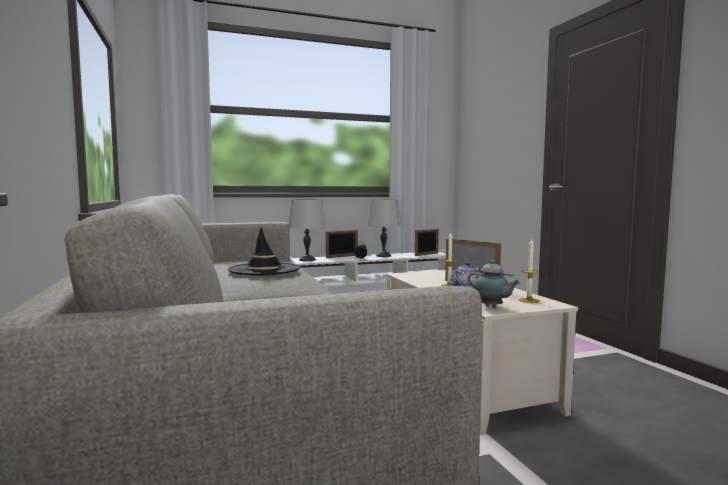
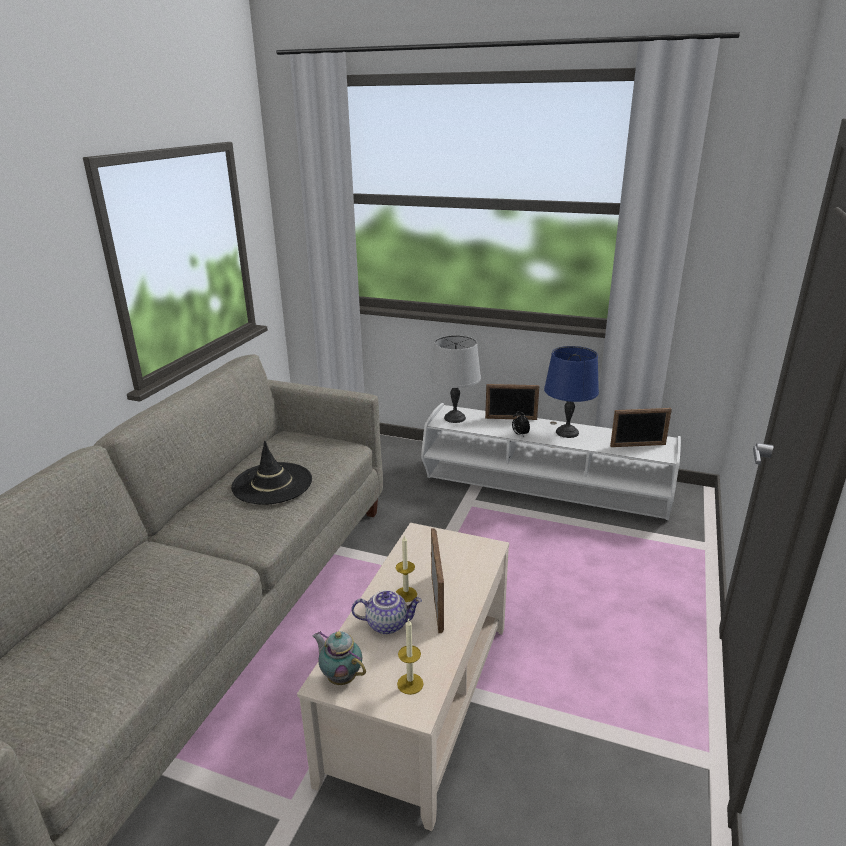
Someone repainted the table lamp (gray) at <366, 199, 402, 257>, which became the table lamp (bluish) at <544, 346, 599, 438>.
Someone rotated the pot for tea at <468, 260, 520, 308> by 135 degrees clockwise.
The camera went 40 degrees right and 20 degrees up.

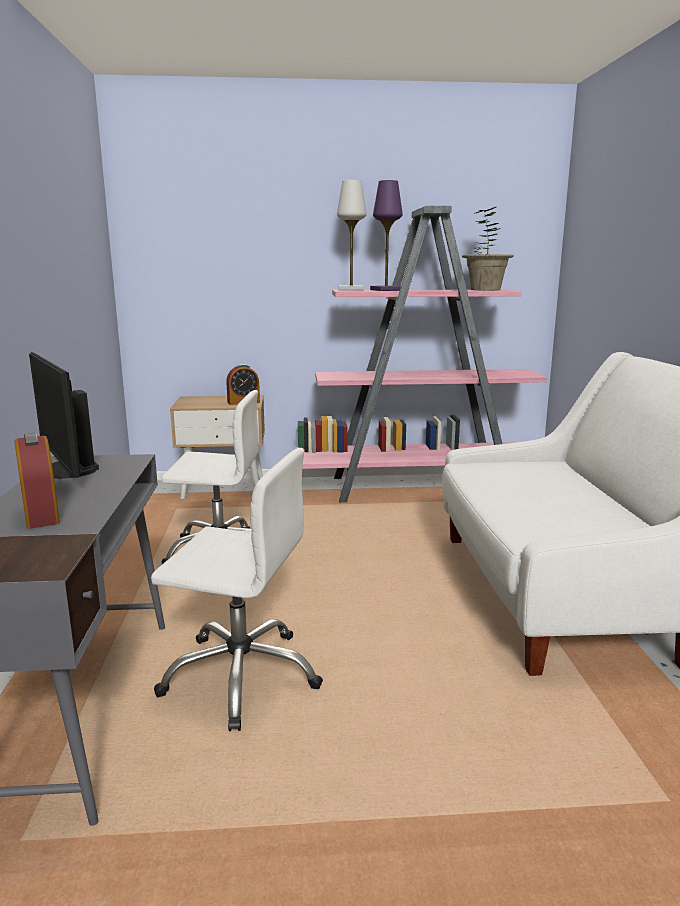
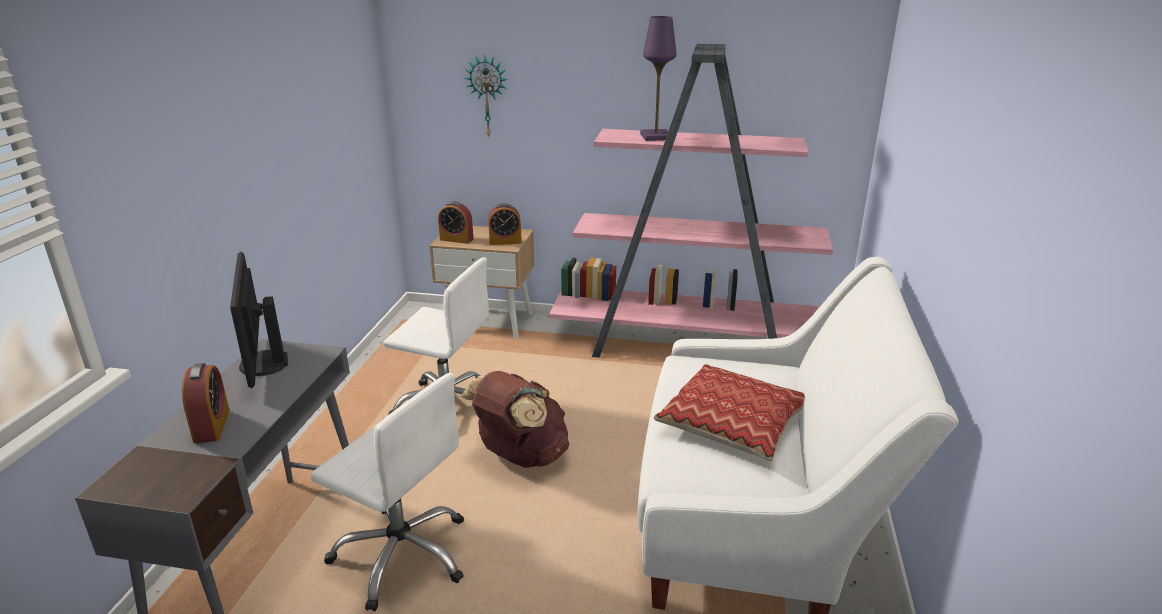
Someone took away the table lamp (whitish) at <337, 180, 366, 290>.
Someone took away the potted plant at <462, 207, 514, 291>.
Someone put down the alarm clock at <438, 201, 473, 244>.
Someone put down the backpack (brown) at <460, 371, 569, 468>.
Someone put up the hanging clock at <465, 55, 508, 137>.
Someone put down the cushion at <654, 364, 805, 461>.
The camera went 15 degrees right and 10 degrees up.

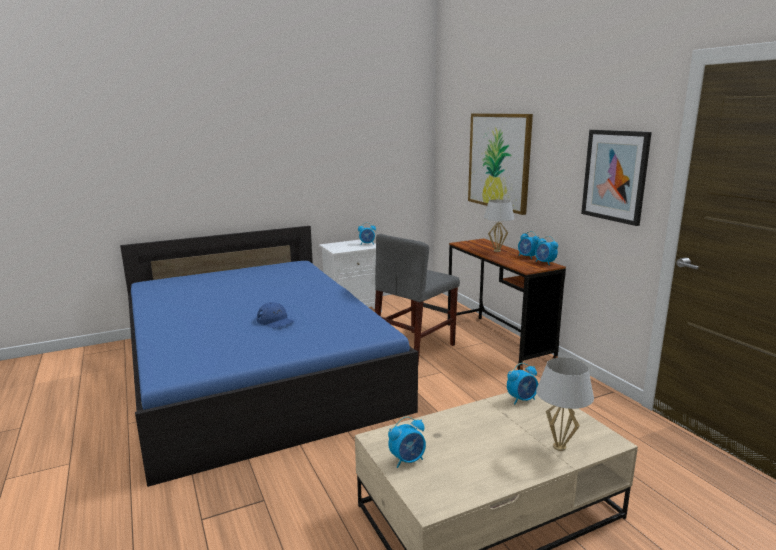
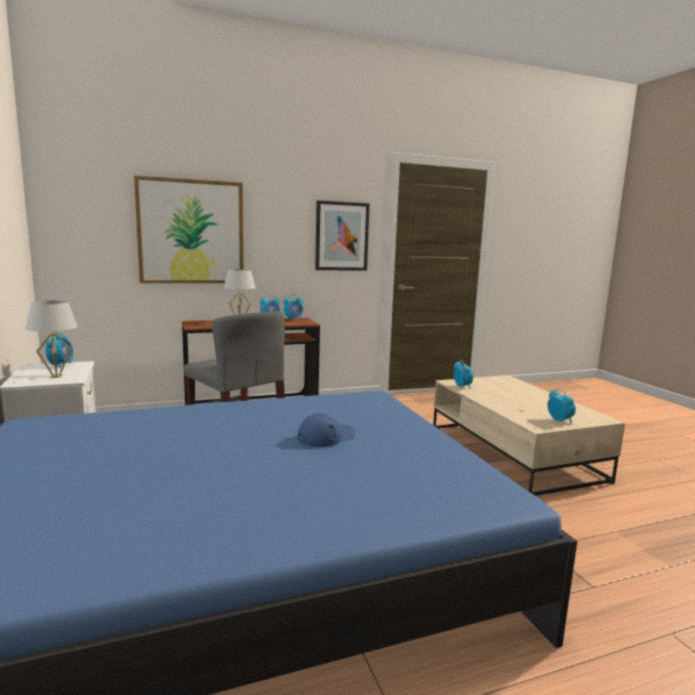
Someone carried the table lamp (whitish) from <536, 357, 594, 451> to <25, 300, 78, 378>.
The camera went 85 degrees left and 5 degrees down.

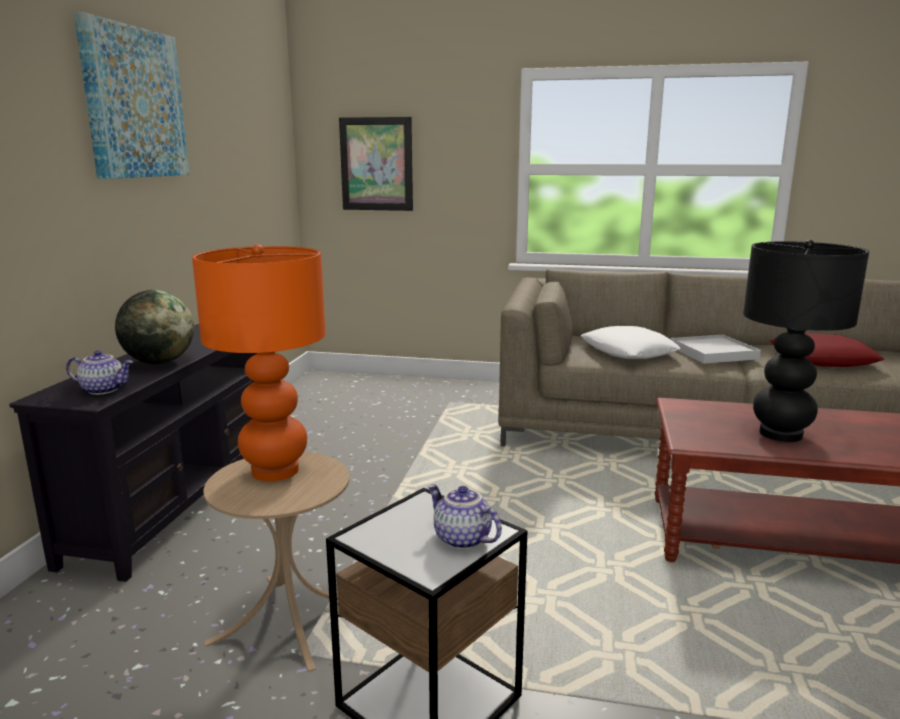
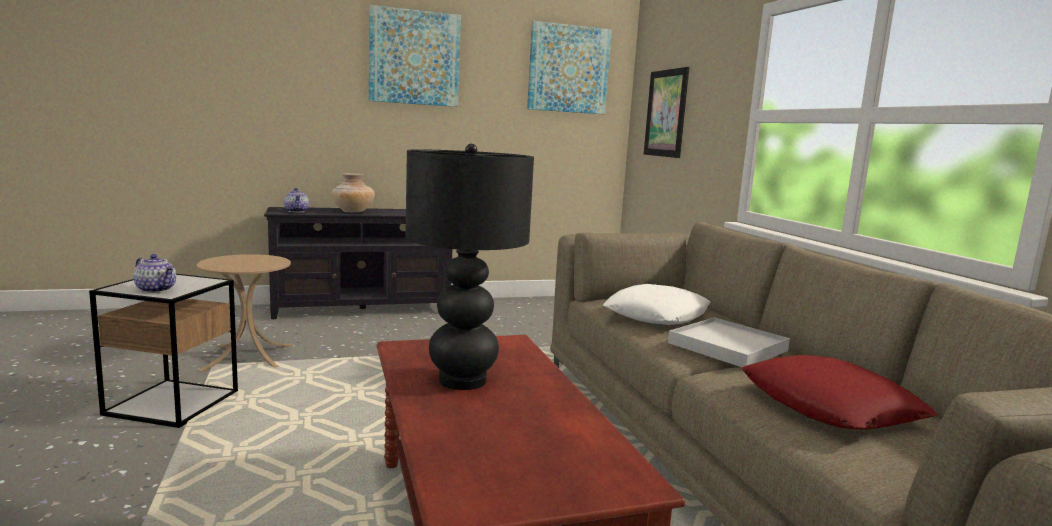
Someone swapped the world globe at <115, 290, 194, 364> for the flower vase (beige-coloured) at <331, 173, 375, 212>.
Someone took away the table lamp (orange) at <192, 245, 326, 481>.
Someone rotated the pot for tea at <428, 484, 502, 549> by 105 degrees clockwise.
Someone put up the picture at <527, 21, 612, 114>.
The camera went 60 degrees right and 5 degrees down.

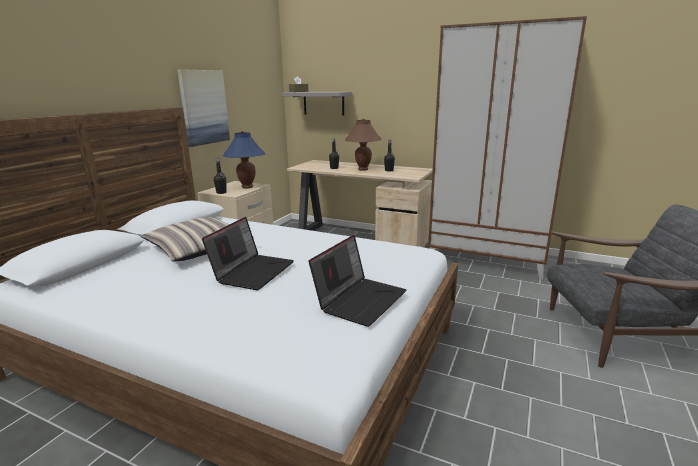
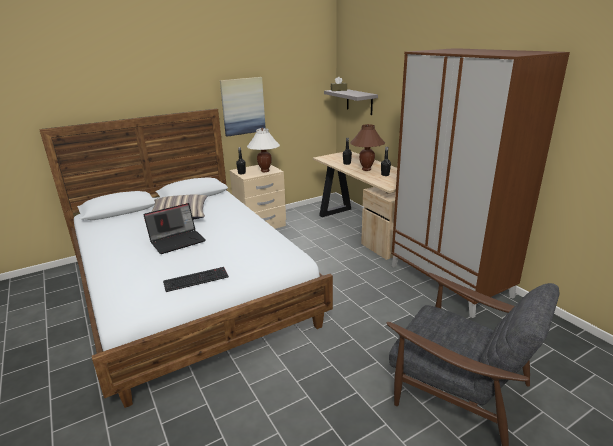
Someone repainted the table lamp (bluish) at <223, 131, 266, 188>, which became the table lamp (whitish) at <247, 128, 280, 172>.
Someone swapped the notebook computer at <308, 235, 406, 327> for the keyboard at <163, 267, 229, 292>.
The camera went 35 degrees right and 5 degrees up.

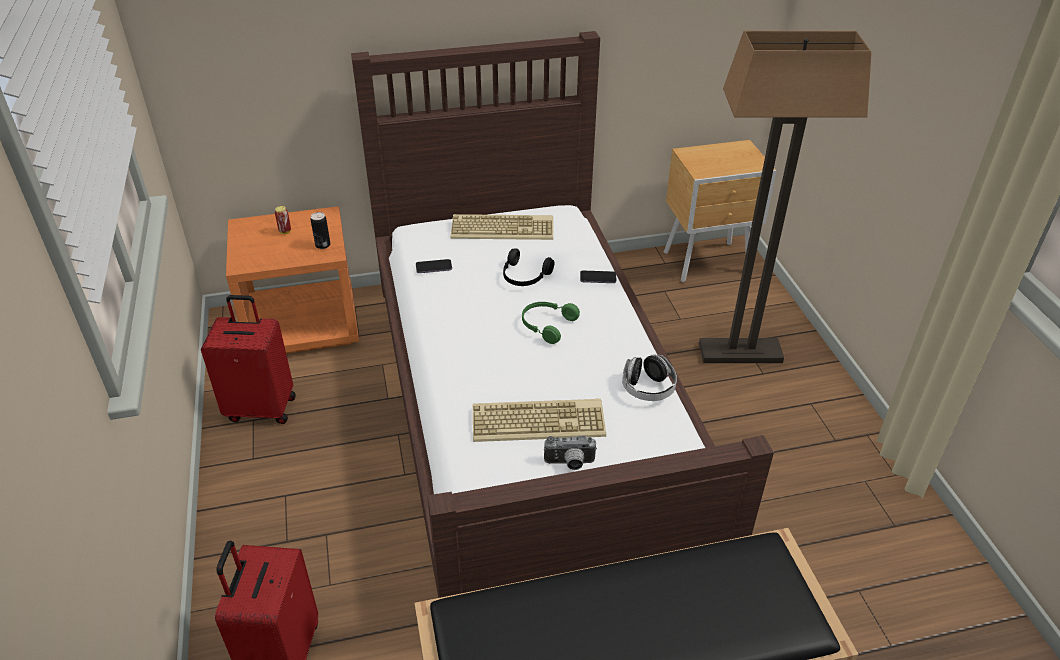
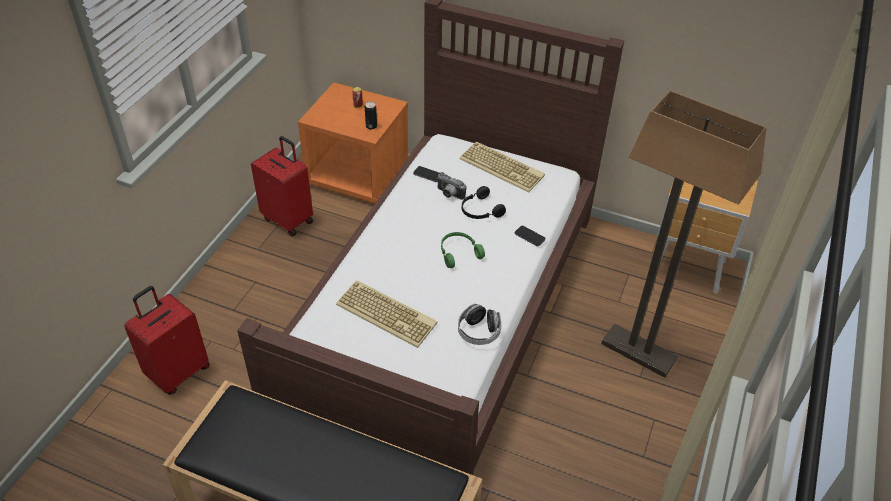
Someone carried the photo camera from <544, 436, 597, 470> to <437, 172, 466, 200>.
The camera went 35 degrees right and 5 degrees up.

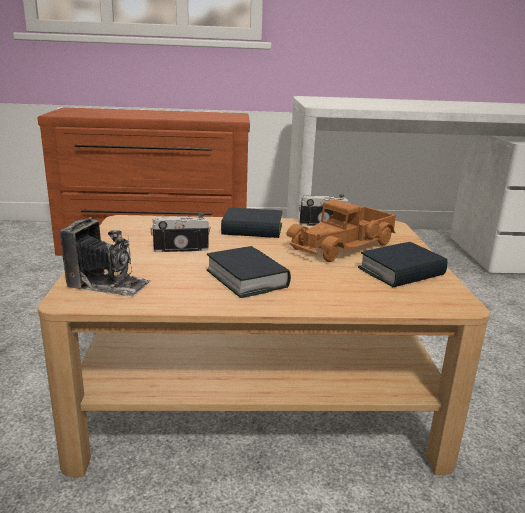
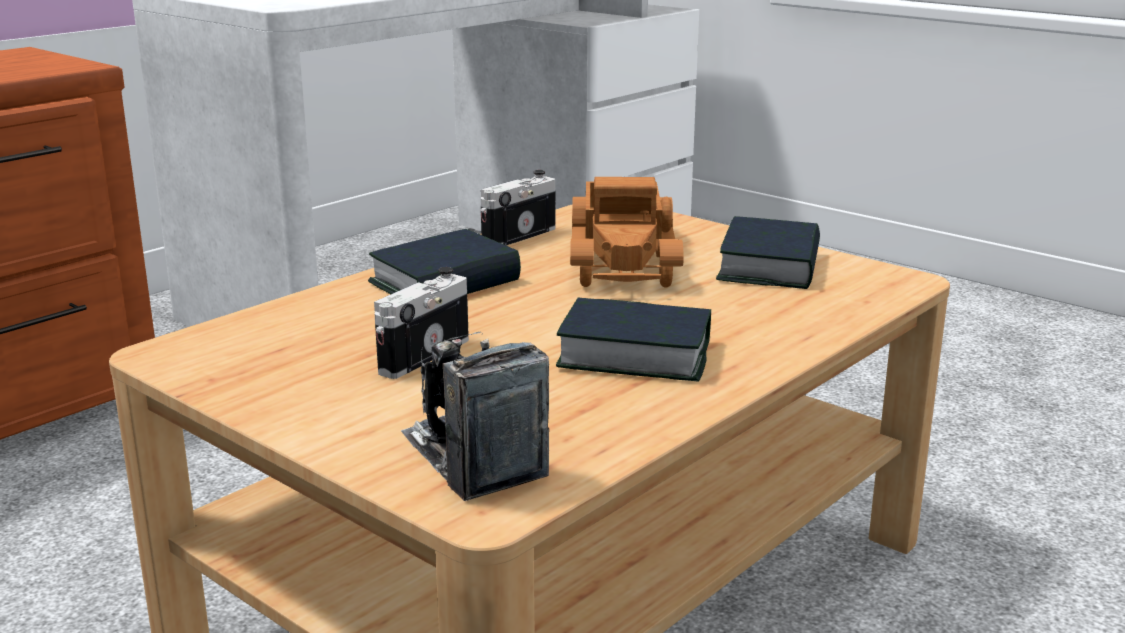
Someone rotated the photo camera at <60, 217, 151, 297> by 90 degrees counterclockwise.
The camera went 45 degrees left and 0 degrees up.

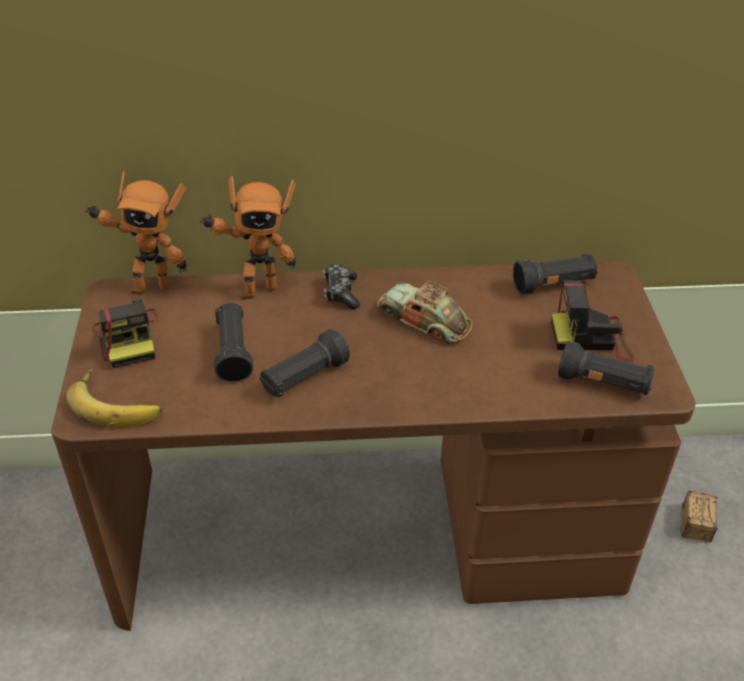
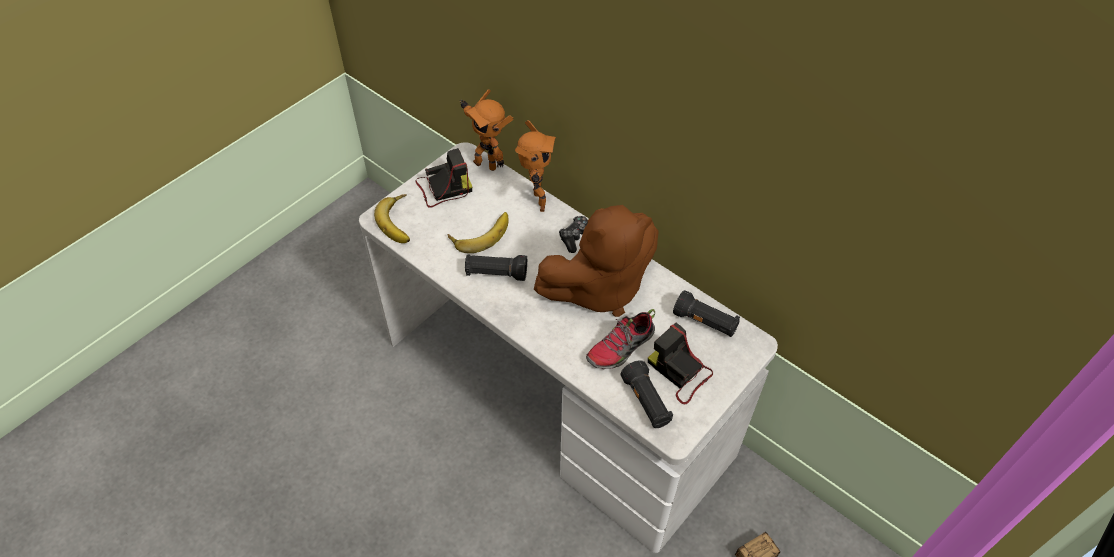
Someone repainted the desk unit (brown) at <51, 260, 696, 631>, which became the desk unit (whitish) at <359, 142, 778, 553>.
Someone rotated the photo camera at <94, 298, 158, 368> by 135 degrees counterclockwise.
Someone rotated the robot figure at <199, 176, 296, 299> by 120 degrees counterclockwise.
Someone swapped the torch (black-coloured) at <214, 303, 253, 383> for the whole banana at <448, 212, 509, 253>.
Someone swapped the miniature car at <377, 281, 473, 344> for the cuddly toy (brown) at <534, 205, 659, 317>.
Someone put down the shoe at <586, 309, 655, 369>.
The camera went 45 degrees right and 10 degrees up.

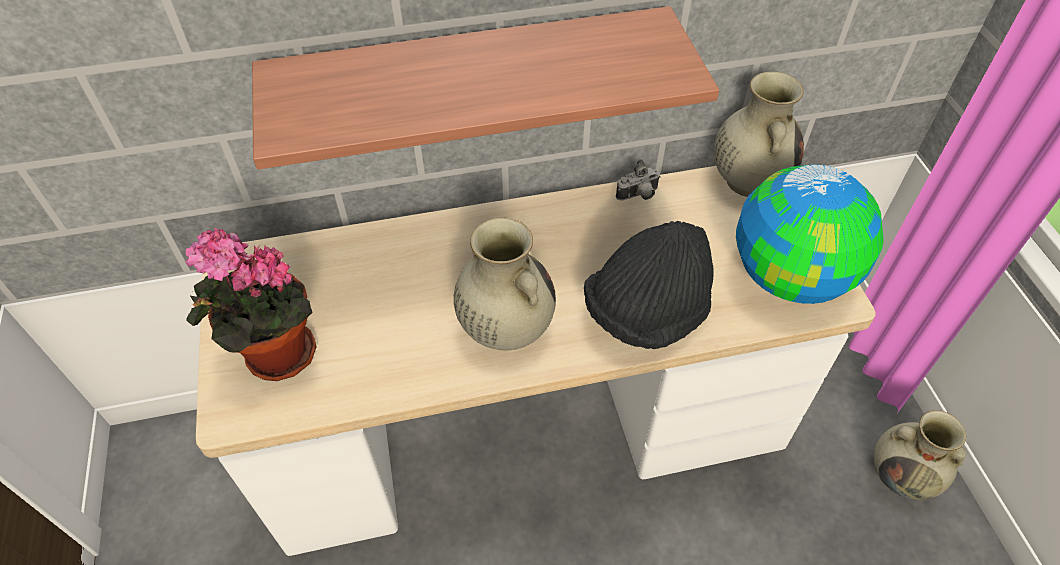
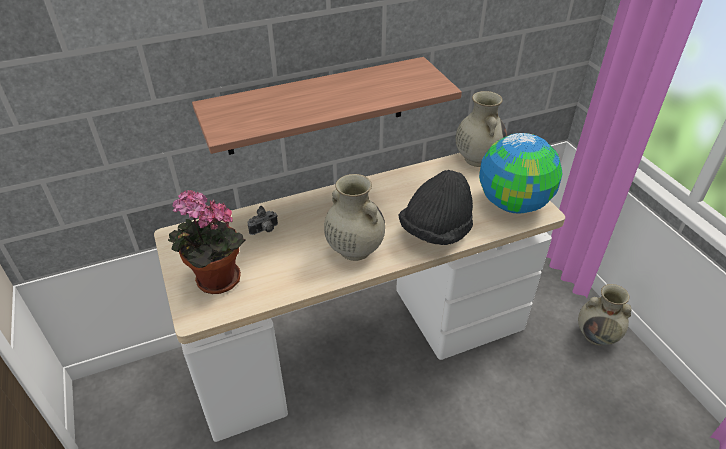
Someone carried the photo camera from <616, 159, 661, 201> to <247, 206, 278, 235>.
The camera went 10 degrees left and 10 degrees down.

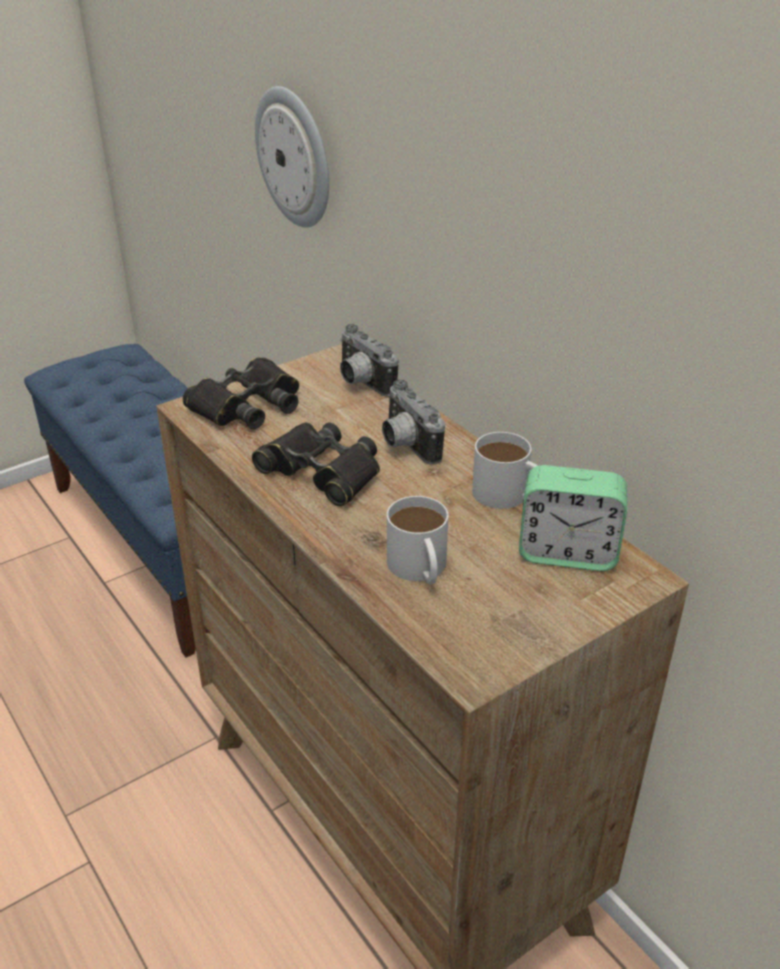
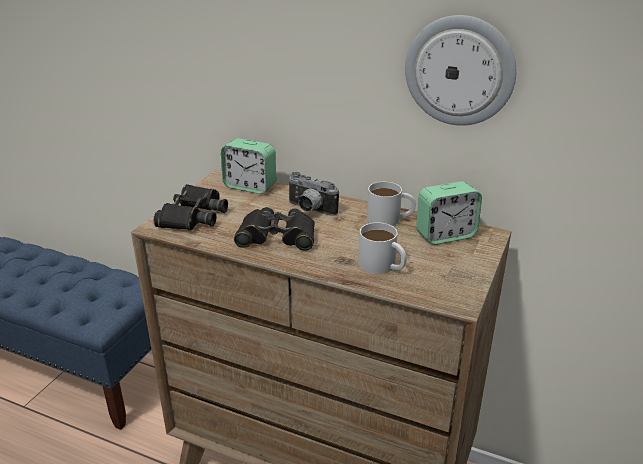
Someone carried the hanging clock from <255, 86, 329, 228> to <405, 15, 517, 126>.
Someone swapped the photo camera at <340, 324, 399, 397> for the alarm clock at <221, 138, 276, 194>.
The camera went 30 degrees left and 5 degrees down.

